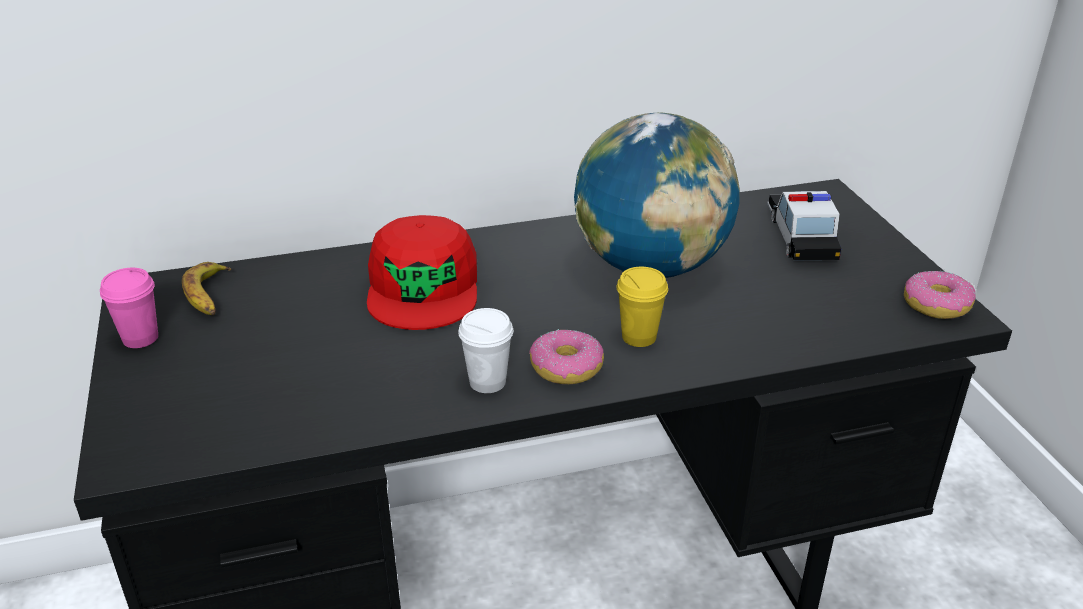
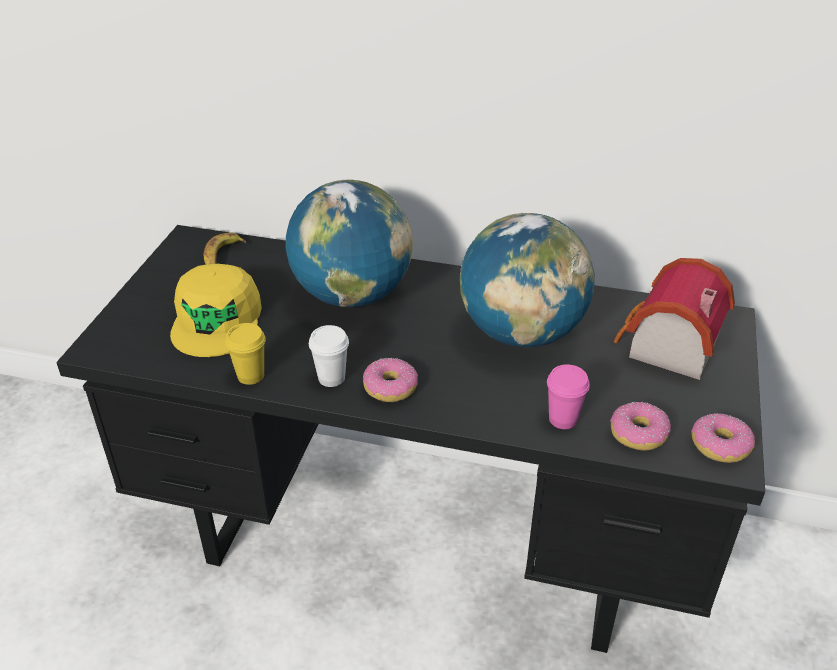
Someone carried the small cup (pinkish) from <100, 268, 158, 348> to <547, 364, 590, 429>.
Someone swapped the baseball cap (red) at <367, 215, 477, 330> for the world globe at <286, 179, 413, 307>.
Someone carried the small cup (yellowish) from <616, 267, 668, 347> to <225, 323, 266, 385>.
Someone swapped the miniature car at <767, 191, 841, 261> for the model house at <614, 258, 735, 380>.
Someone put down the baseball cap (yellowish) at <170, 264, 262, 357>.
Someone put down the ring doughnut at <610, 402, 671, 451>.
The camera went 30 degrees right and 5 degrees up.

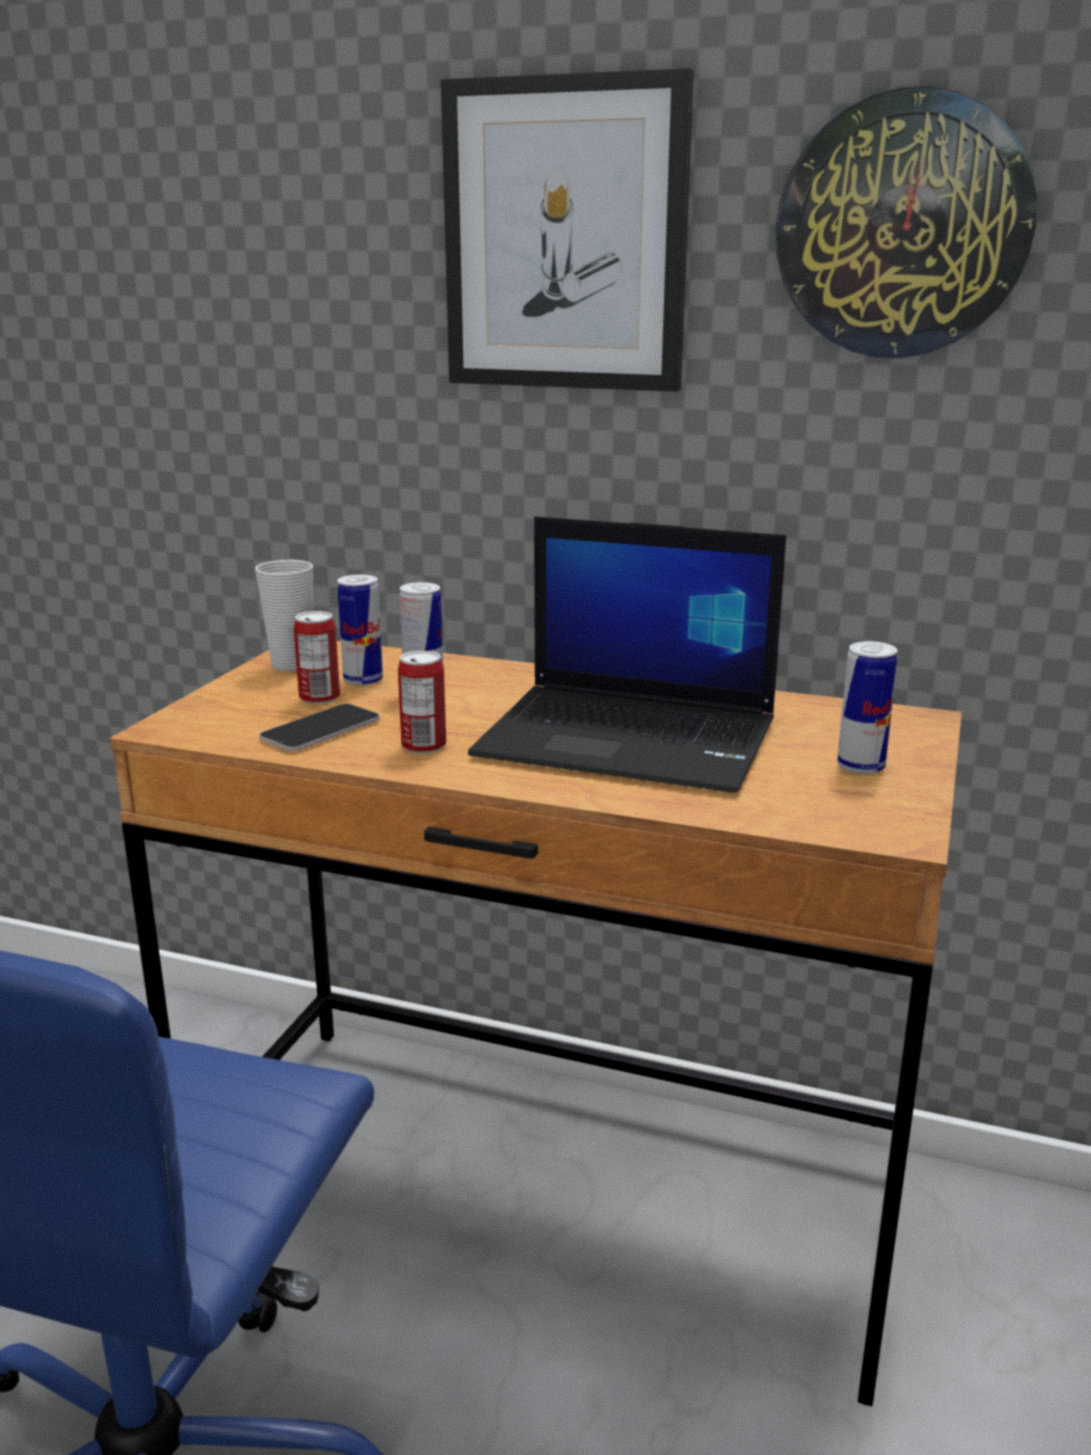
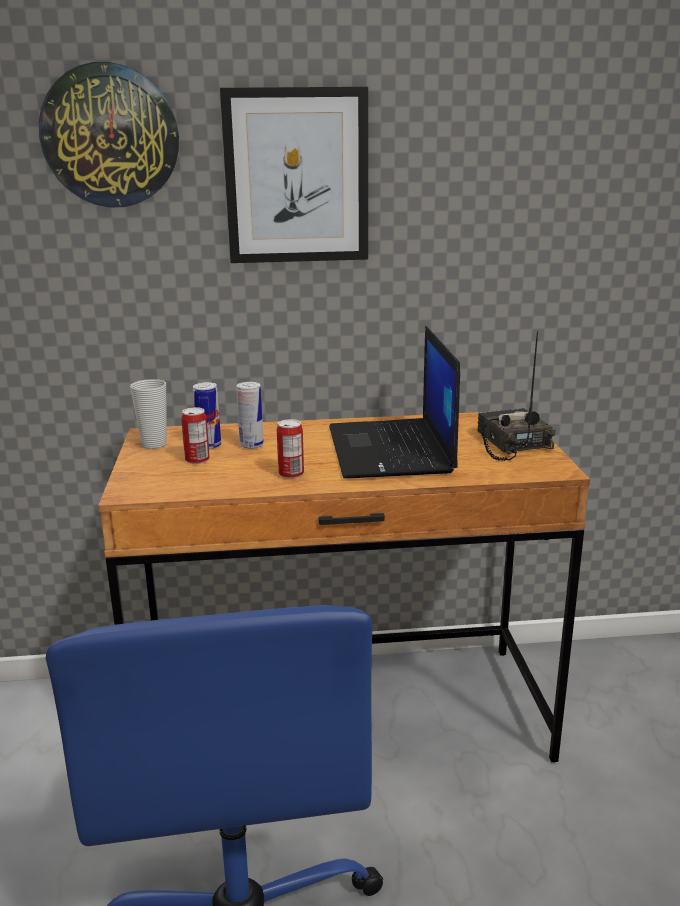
Someone took away the handset at <259, 704, 380, 751>.
Someone rotated the notebook computer at <468, 516, 786, 793> by 90 degrees clockwise.
Someone carried the hanging clock from <776, 86, 1037, 358> to <39, 62, 179, 207>.
Someone swapped the sealed can at <837, 641, 898, 774> for the radio set at <477, 331, 556, 461>.
The camera went 25 degrees left and 0 degrees up.

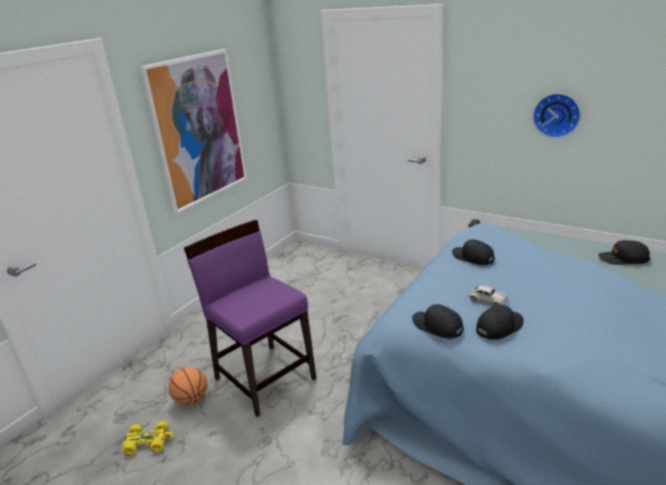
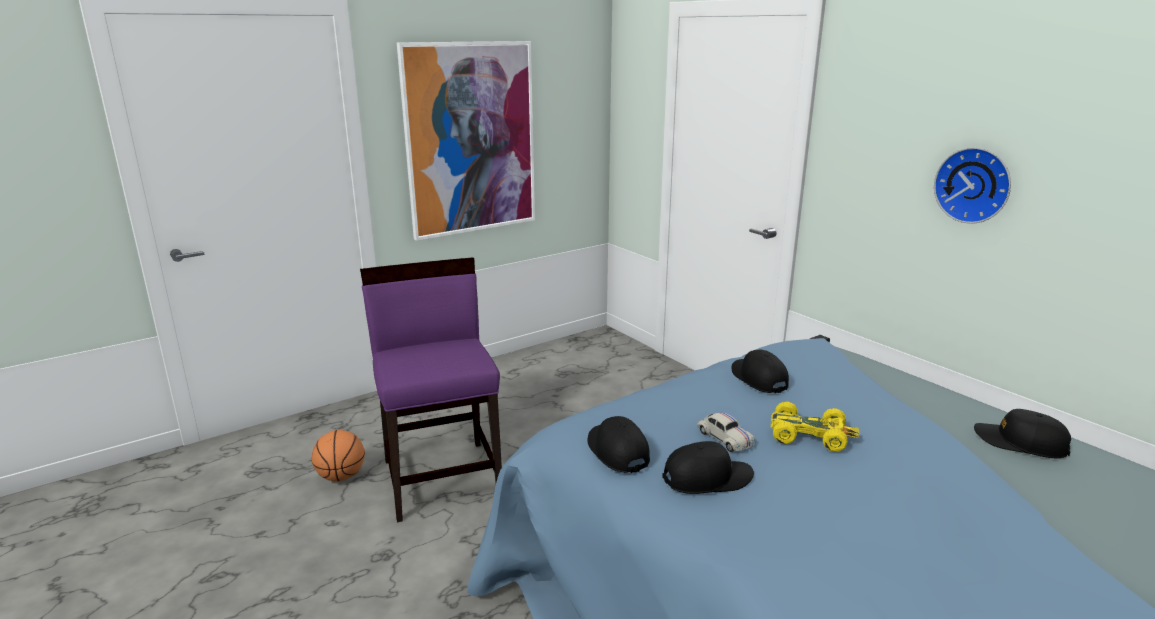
Someone carried the miniature car (yellowish) from <123, 421, 174, 455> to <771, 401, 859, 452>.
The camera went 20 degrees right and 5 degrees down.

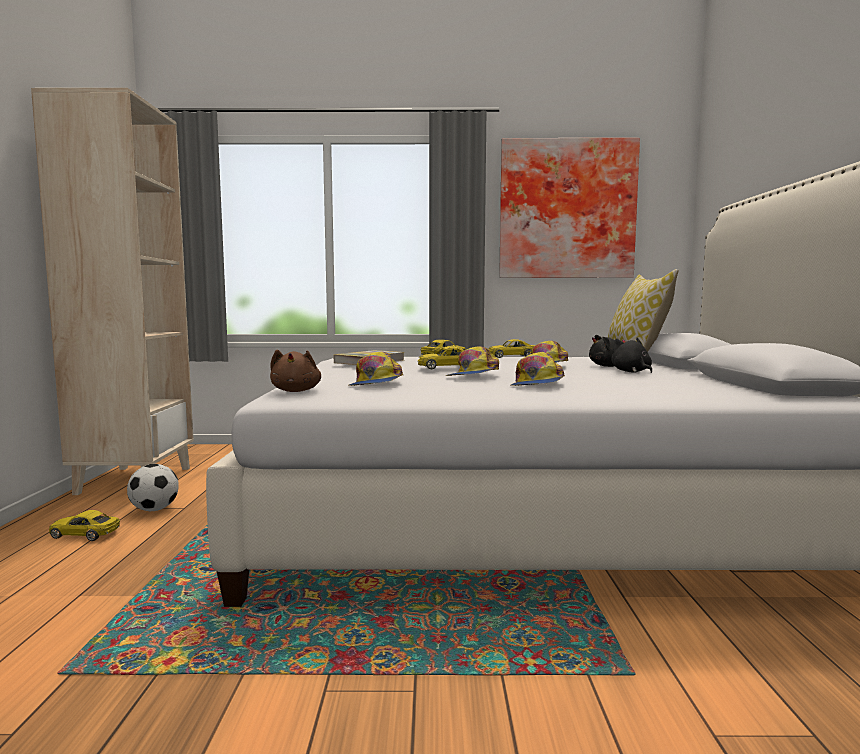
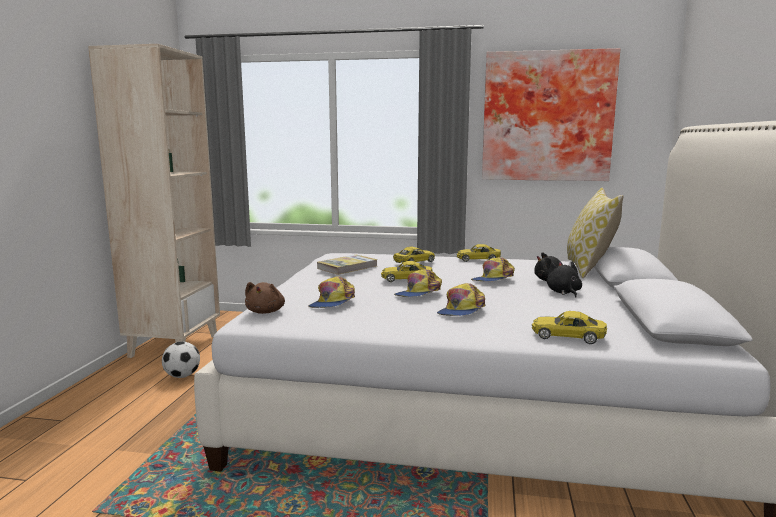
Someone carried the miniature car (yellowish) from <49, 510, 120, 541> to <532, 311, 607, 344>.
The camera went 10 degrees right and 5 degrees up.

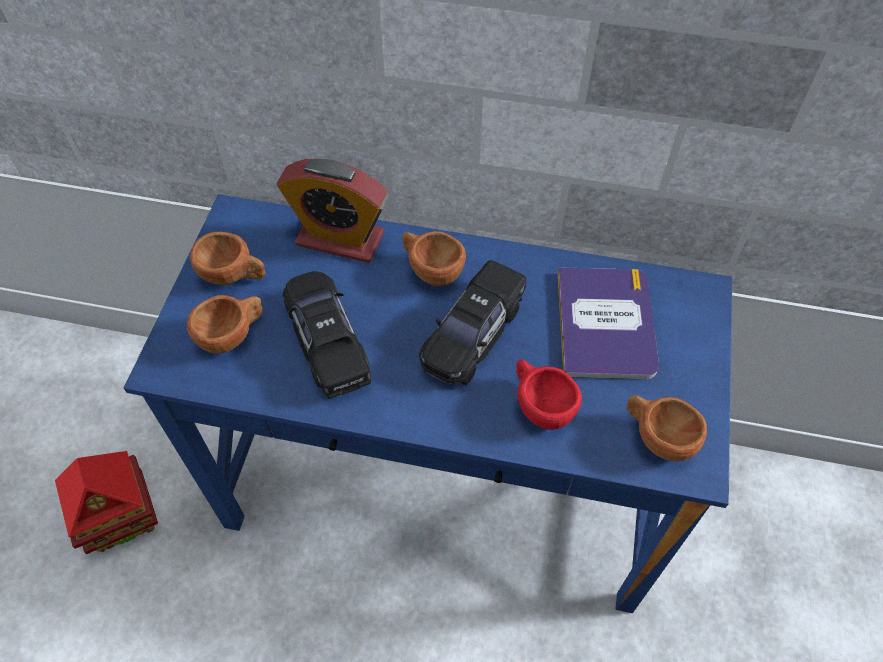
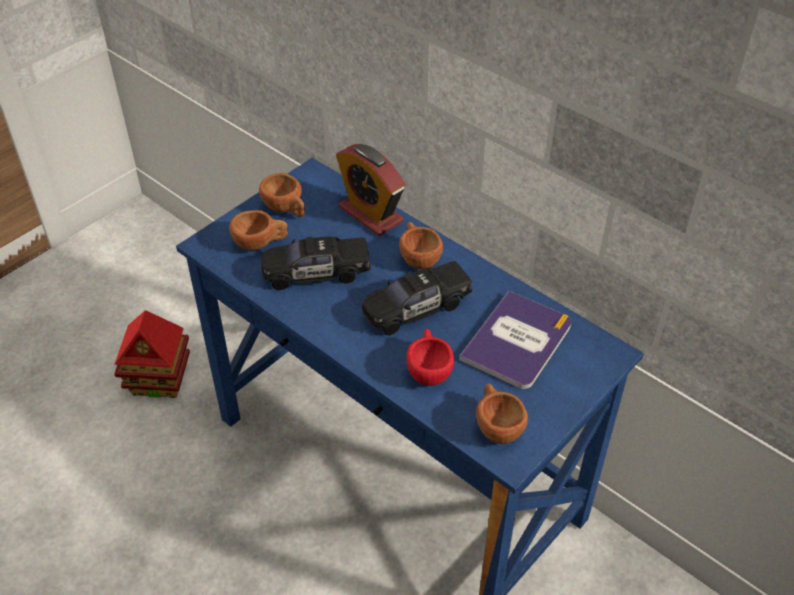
Someone rotated the miniature car (black-coloured) at <282, 271, 371, 398> by 105 degrees counterclockwise.
The camera went 30 degrees right and 10 degrees down.

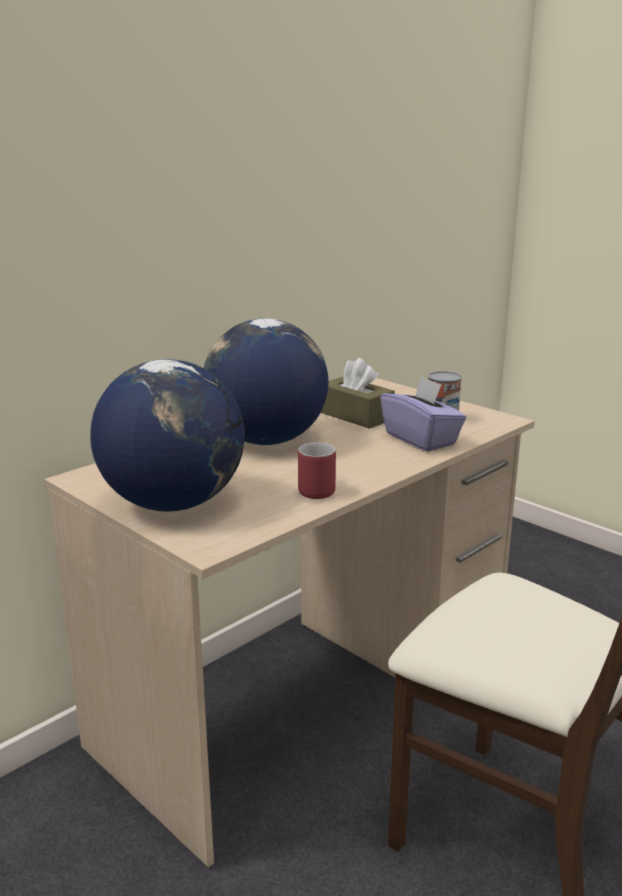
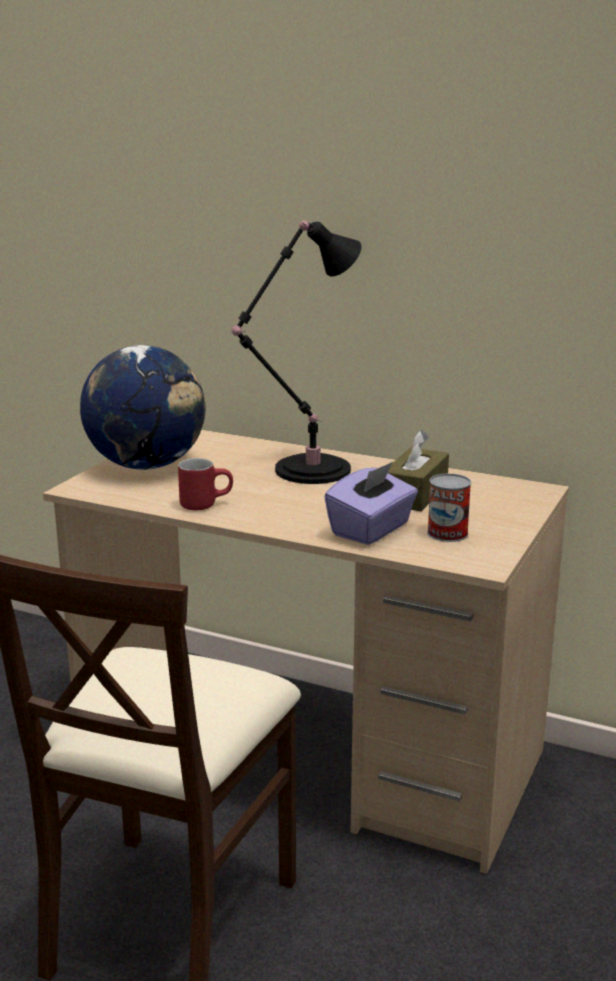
Someone swapped the world globe at <204, 318, 329, 445> for the table lamp (black-coloured) at <232, 220, 362, 484>.
The camera went 70 degrees right and 0 degrees up.

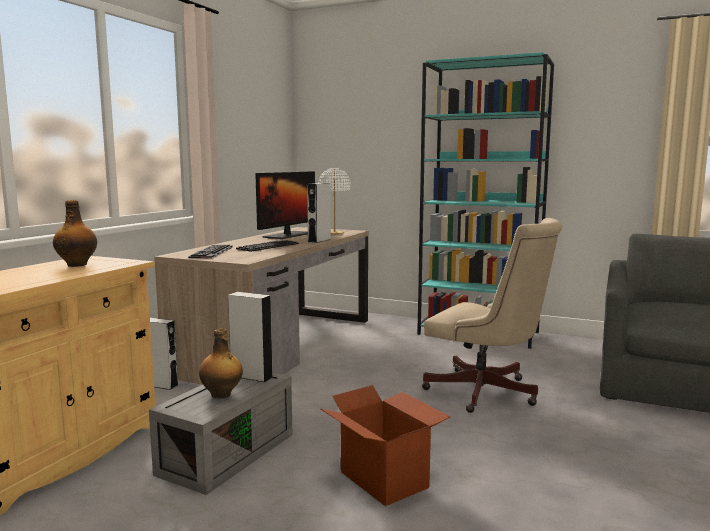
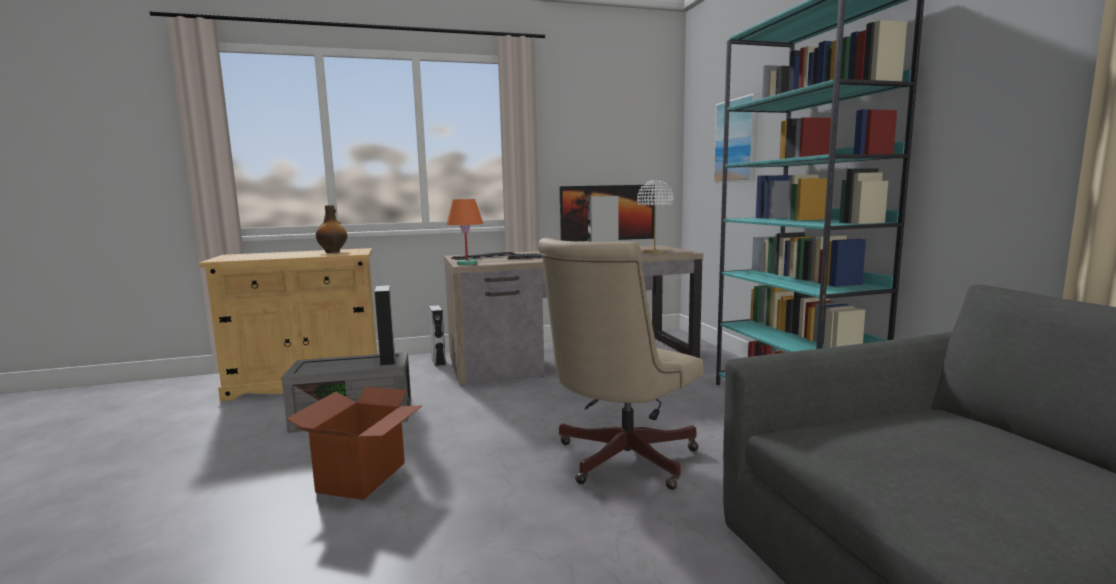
Someone took away the bottle at <199, 328, 243, 399>.
Someone rotated the desk chair (beige-coloured) at <422, 218, 562, 413> by 45 degrees clockwise.
Someone put down the table lamp (orange) at <446, 199, 483, 265>.
Someone put up the picture at <713, 93, 759, 183>.
The camera went 50 degrees right and 0 degrees up.

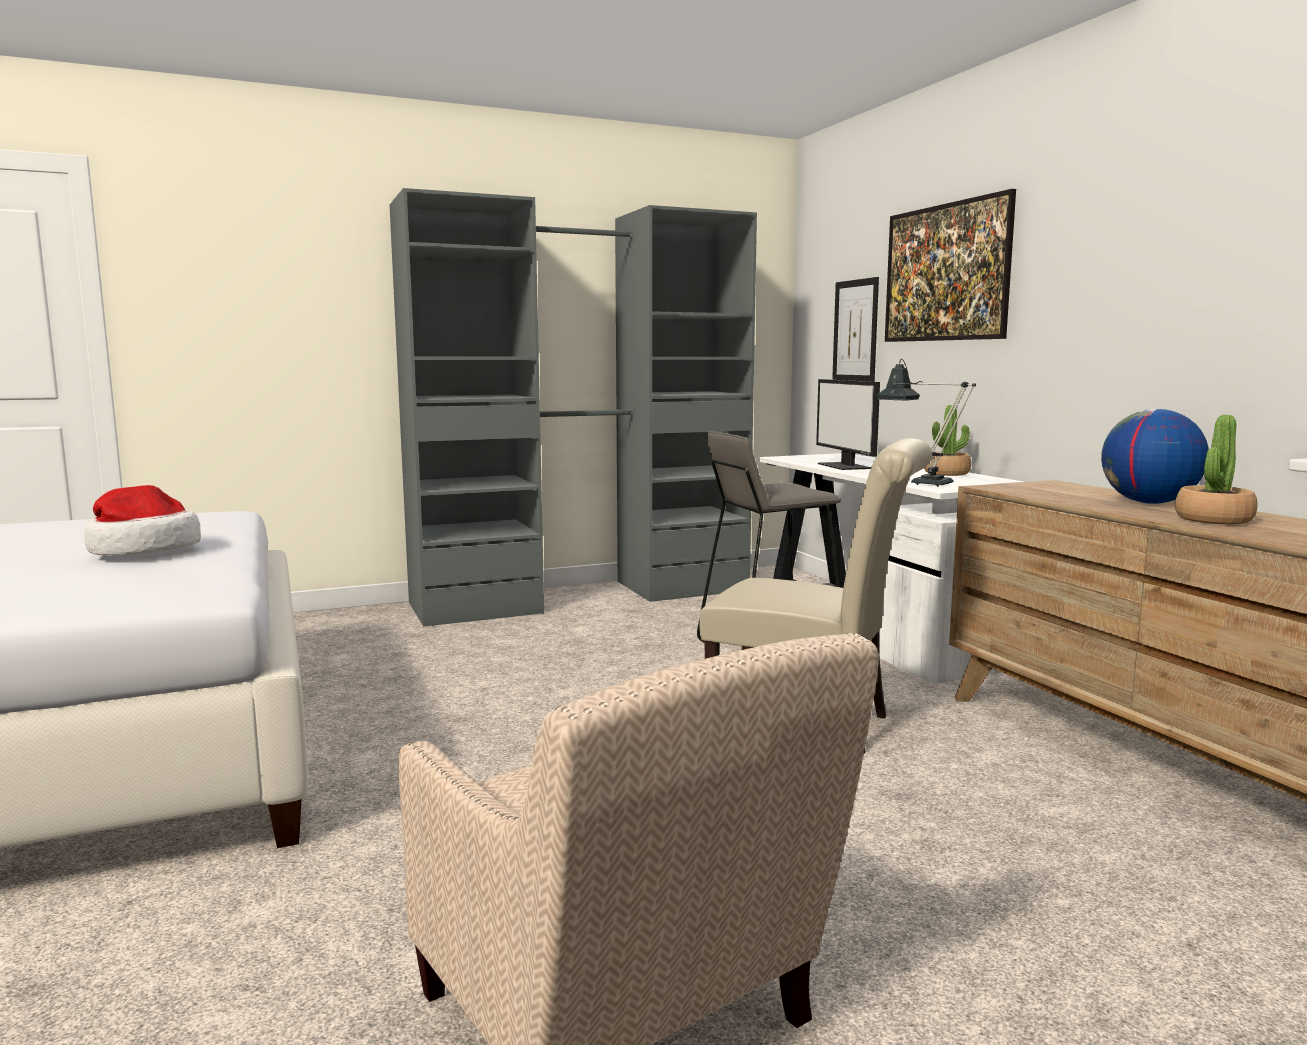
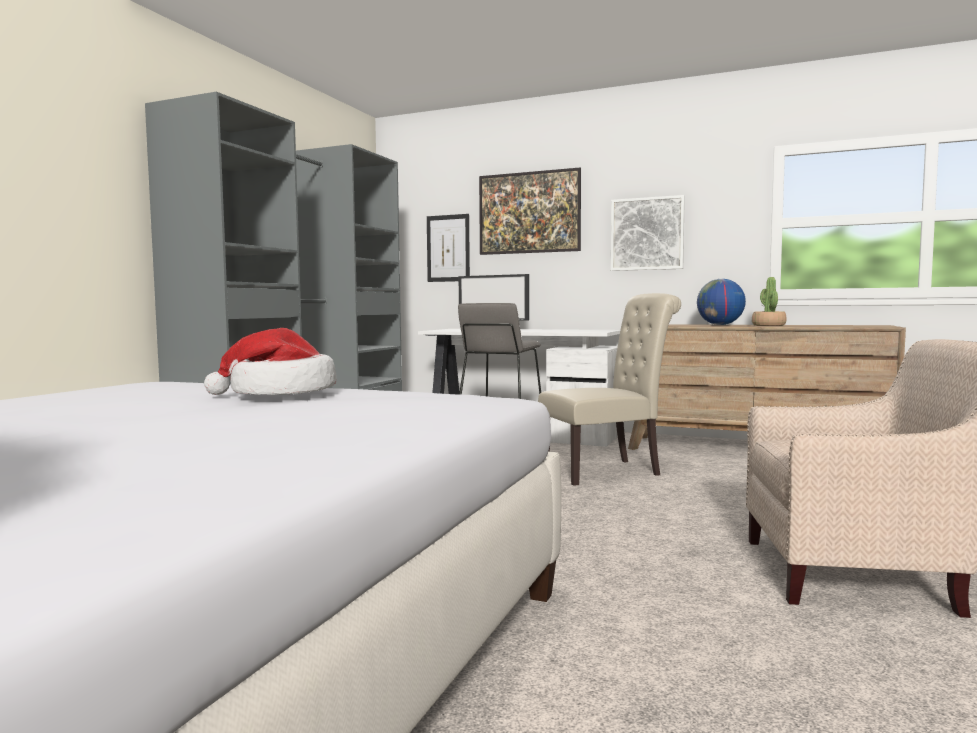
Someone took away the table lamp at <876, 359, 976, 487>.
Someone took away the potted plant at <924, 405, 971, 476>.
Someone put up the picture at <611, 195, 685, 271>.
The camera went 45 degrees left and 5 degrees down.

